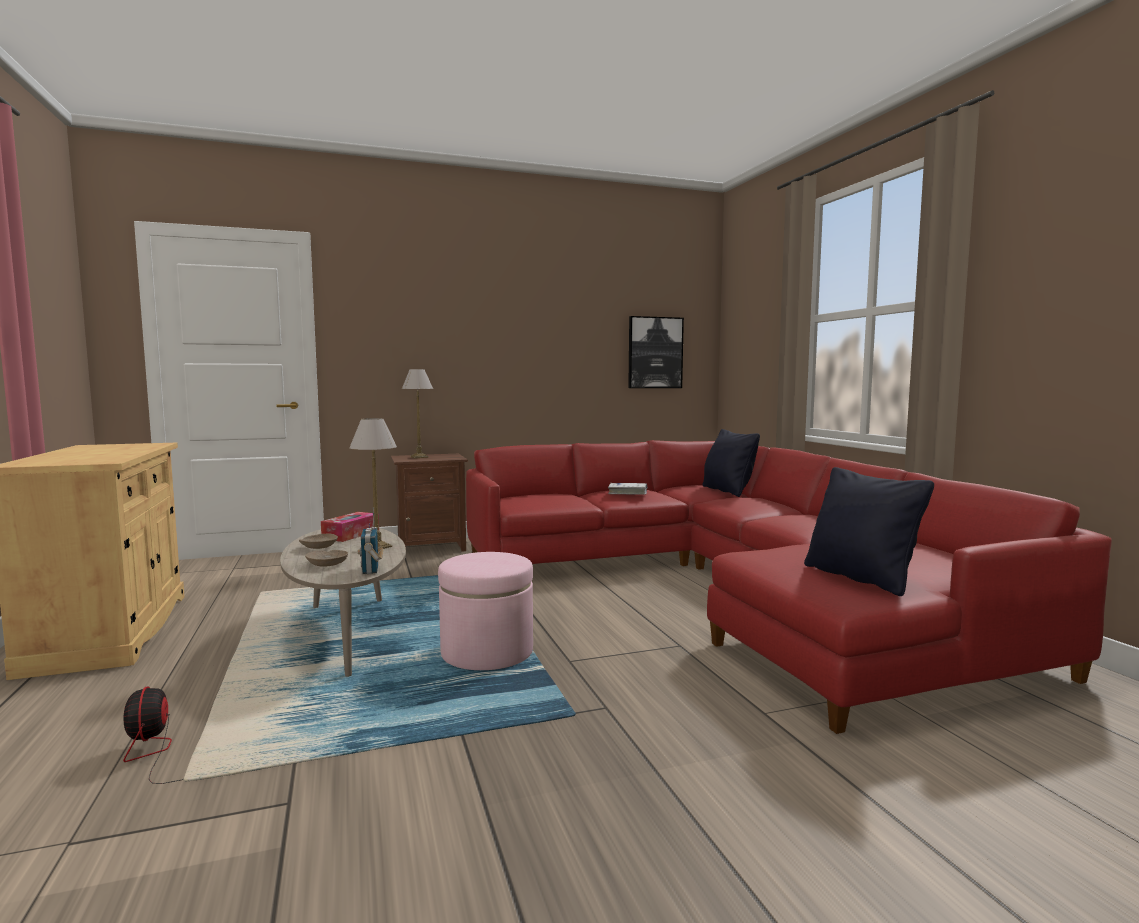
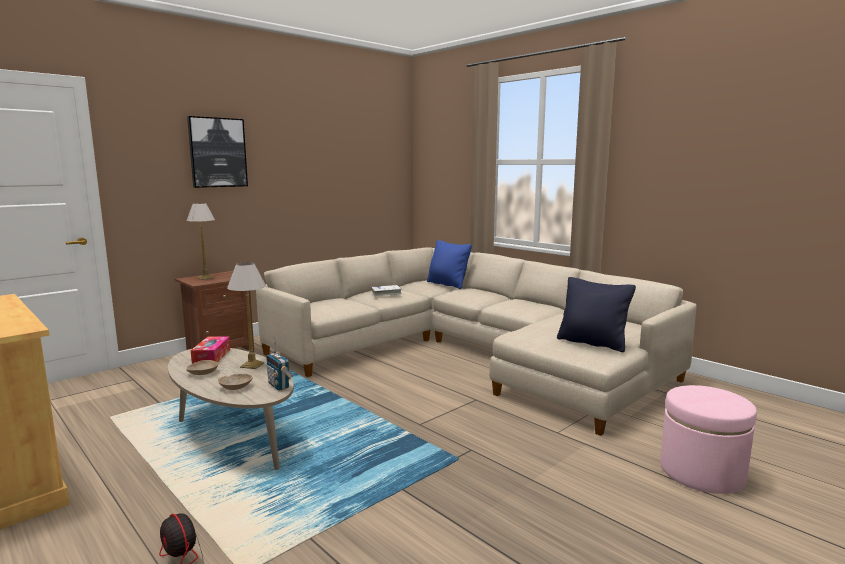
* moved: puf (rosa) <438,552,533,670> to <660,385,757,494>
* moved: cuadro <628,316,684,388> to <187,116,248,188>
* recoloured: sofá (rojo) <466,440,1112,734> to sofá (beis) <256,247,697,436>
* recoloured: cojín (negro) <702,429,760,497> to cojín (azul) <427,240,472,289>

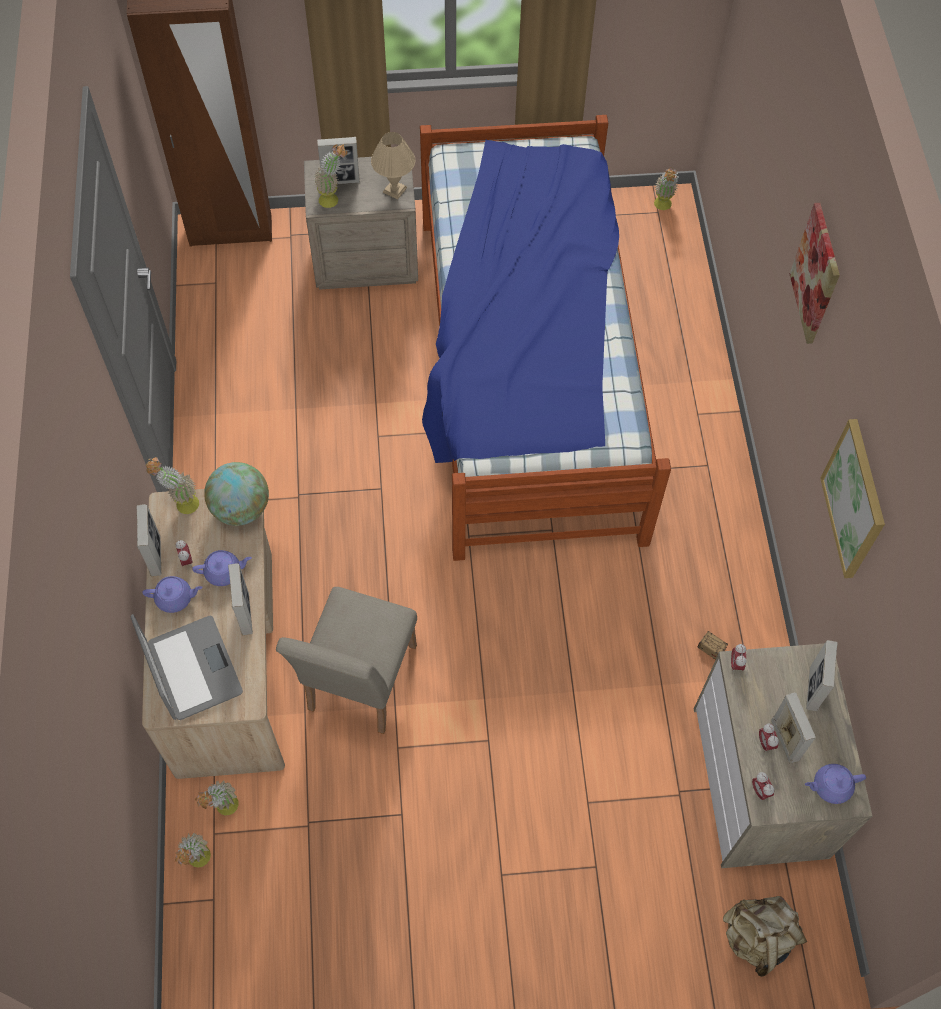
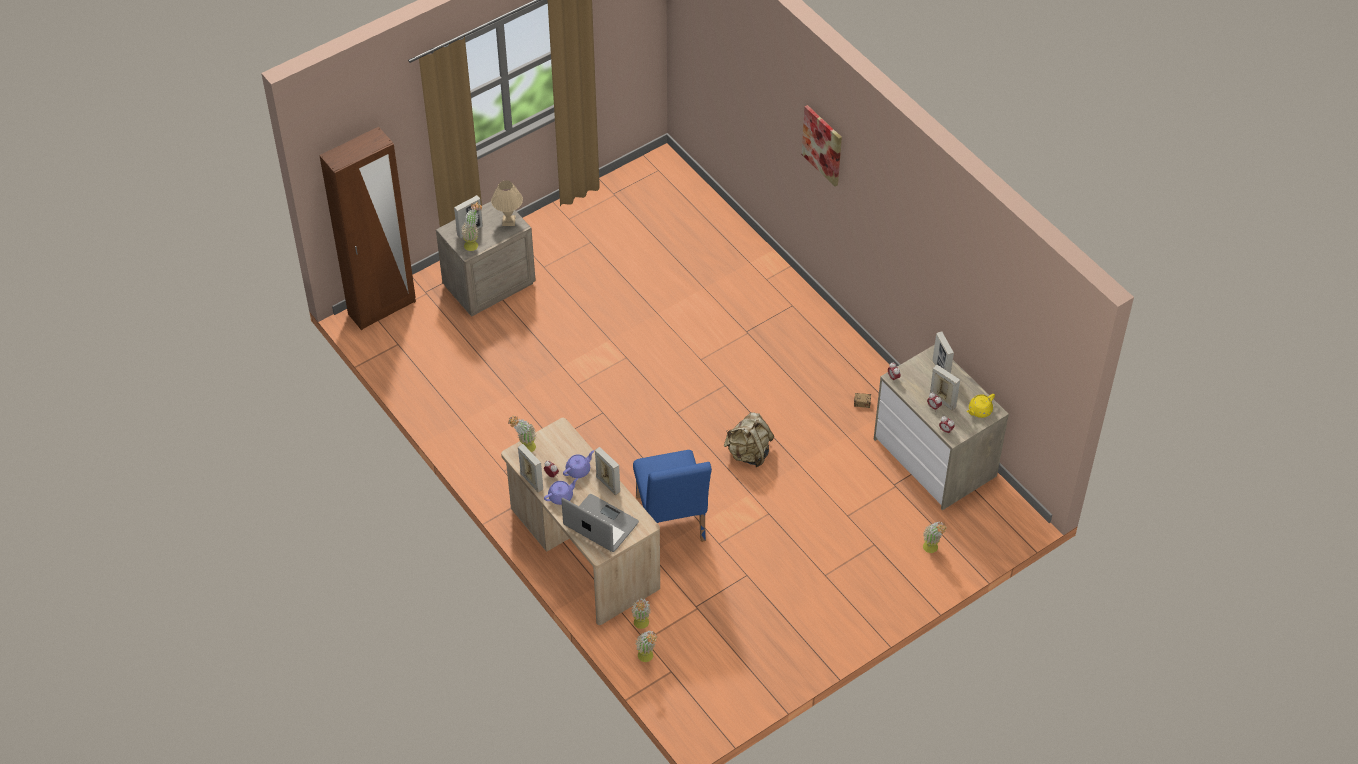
* removed: globo terráqueo <204,462,269,526>
* removed: cama <420,115,671,561>
* removed: cuadro <820,419,885,578>
* moved: planta en maceta <654,167,679,210> to <923,521,947,553>
* moved: mochila (beis) <723,896,807,977> to <724,412,774,467>
* recoloured: silla (beis) <276,587,417,734> to silla (azul) <633,450,712,542>
* recoloured: tetera (morado) <805,764,866,804> to tetera (amarillo) <967,394,995,418>

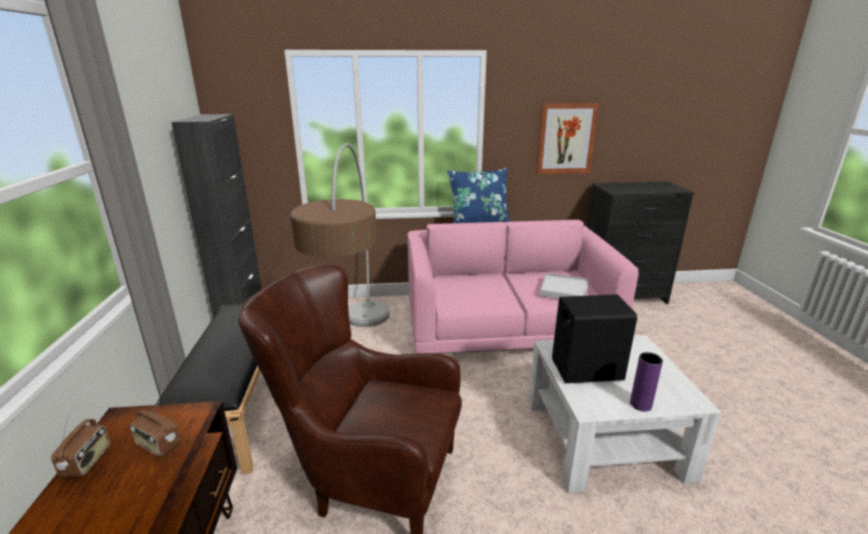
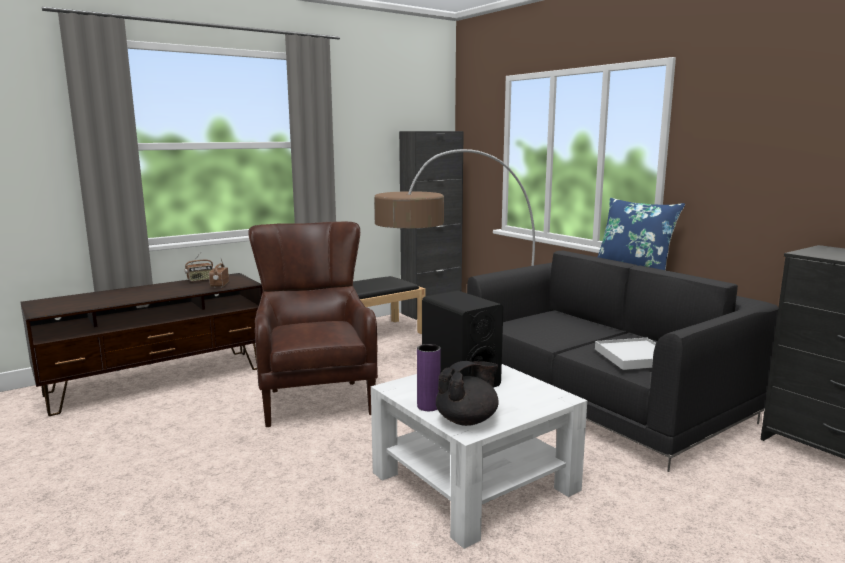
* removed: cuadro <536,103,599,174>
* added: tetera (negro) <436,361,499,426>
* recoloured: sofá (rosa) <408,220,639,354> to sofá (negro) <467,251,778,472>

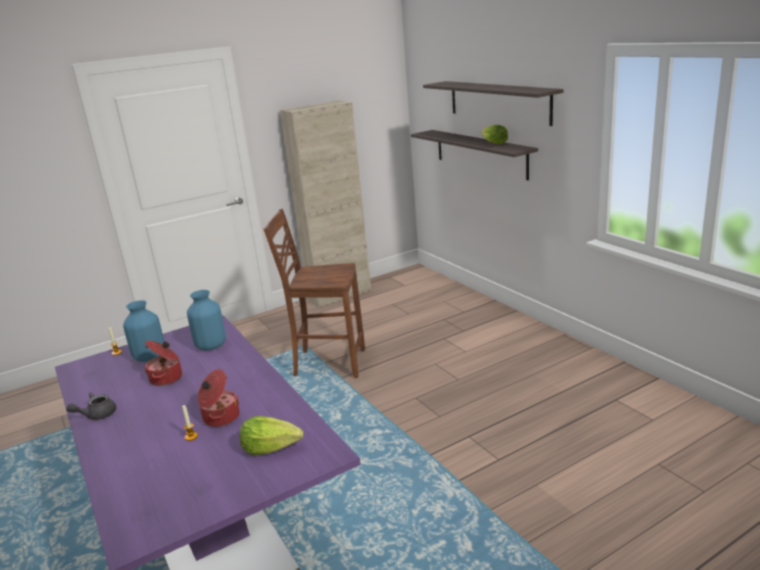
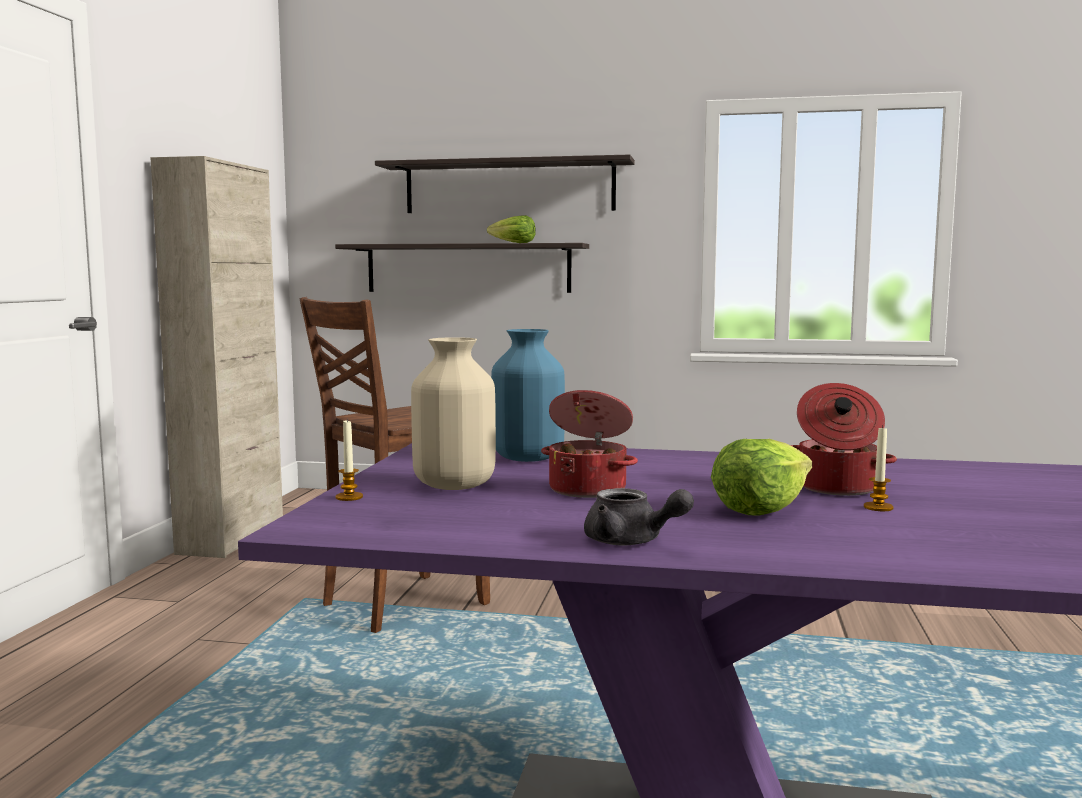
* moved: lechuga <240,416,303,455> to <711,439,812,516>
* recoloured: florero (azul) <123,300,164,362> to florero (beis) <411,337,496,490>
* turned: tetera (gris) <66,392,116,420> = <584,488,694,545> 60 degrees counterclockwise

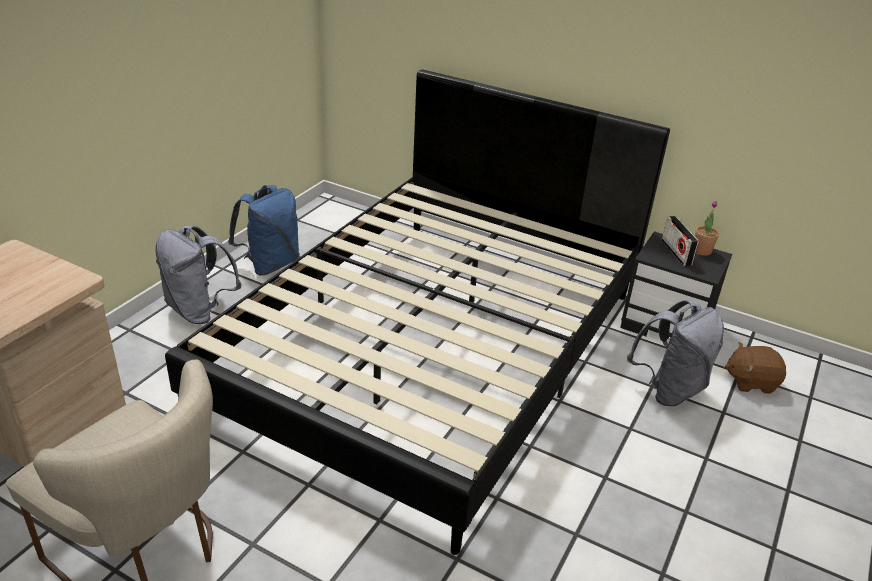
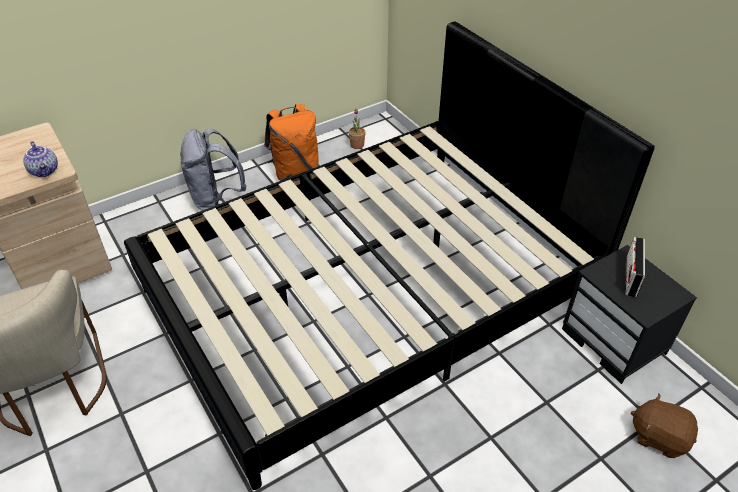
* removed: mochila (gris) <627,300,724,406>
* added: tetera <23,141,58,177>
* moved: planta en maceta <695,201,719,256> to <349,109,366,149>
* recoloured: mochila (azul) <228,185,300,276> to mochila (naranja) <264,104,319,181>

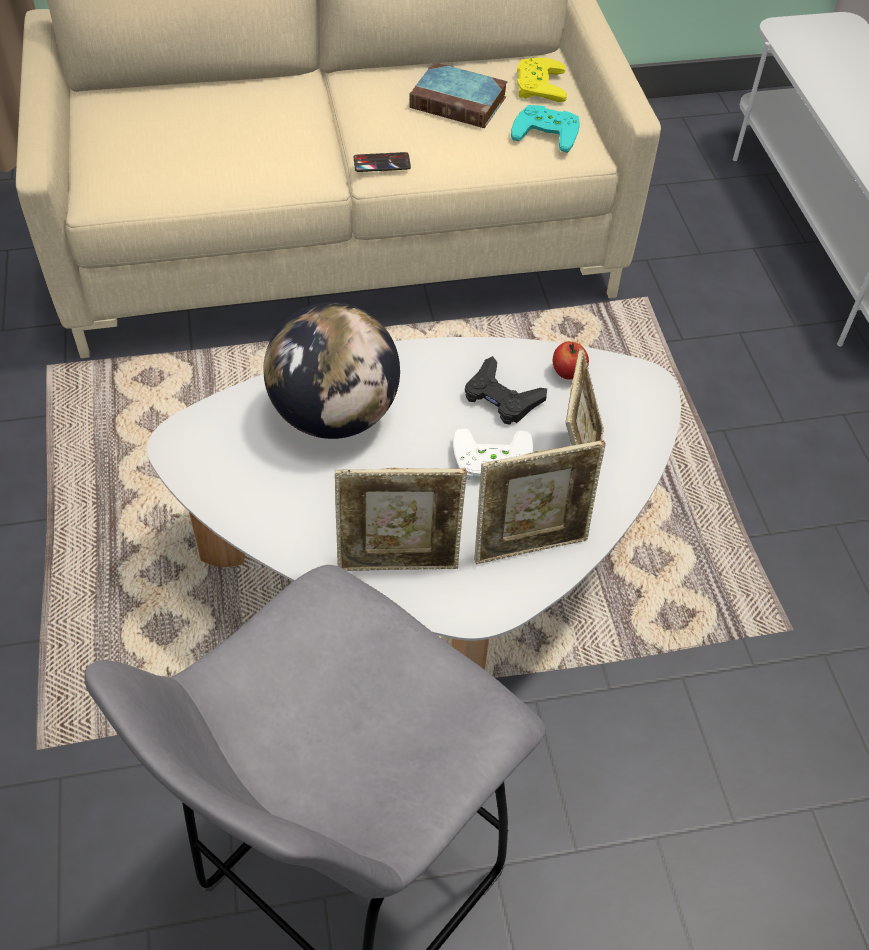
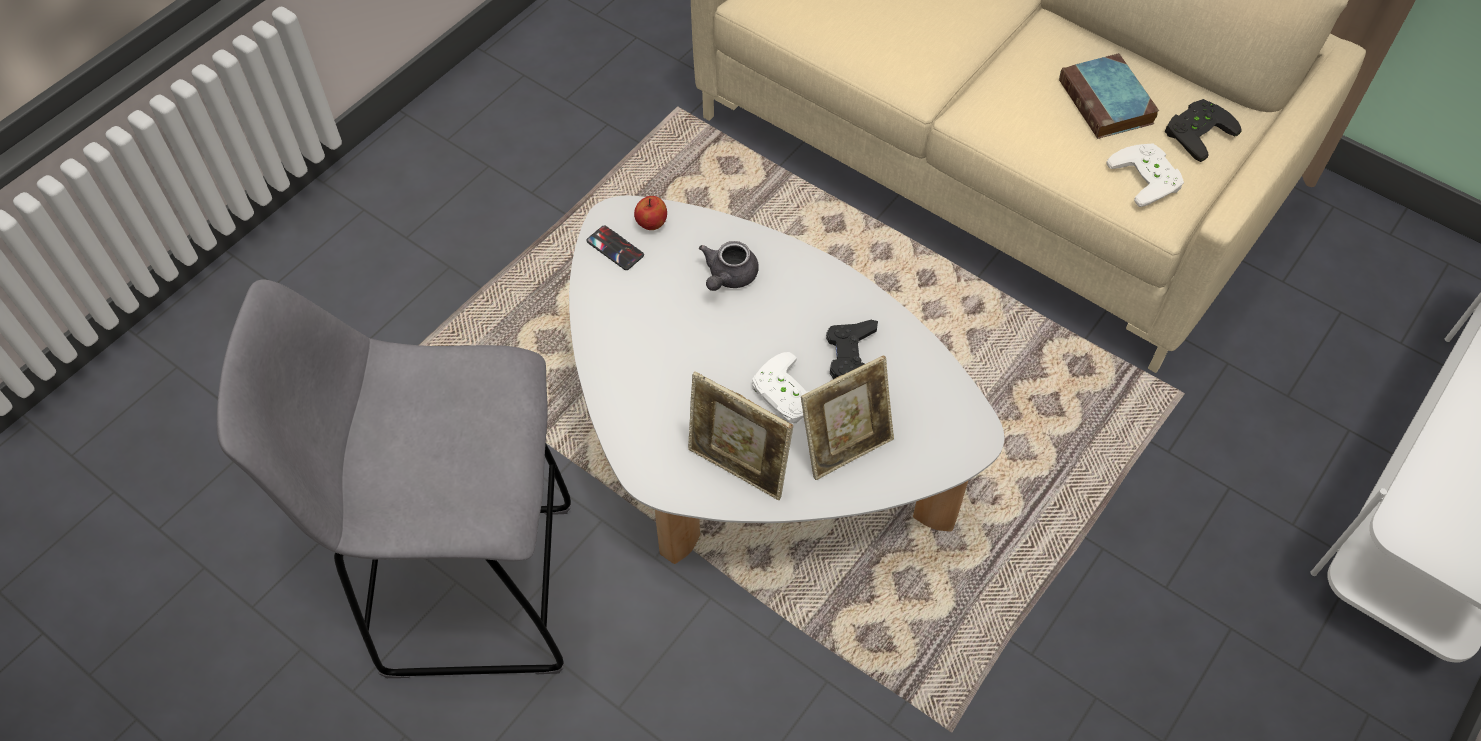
* removed: portarretratos <335,468,467,571>
* moved: móvil <354,152,411,172> to <586,225,644,270>
* moved: manzana <553,341,589,380> to <634,196,667,230>
* replaced: globo terráqueo <263,302,400,439> to tetera (gris) <699,241,759,291>
* recoloured: mando de consola (turquesa) <511,105,580,153> to mando de consola (blanco) <1106,143,1184,207>
* recoloured: mando de consola (amarillo) <517,58,567,102> to mando de consola (negro) <1165,99,1241,162>

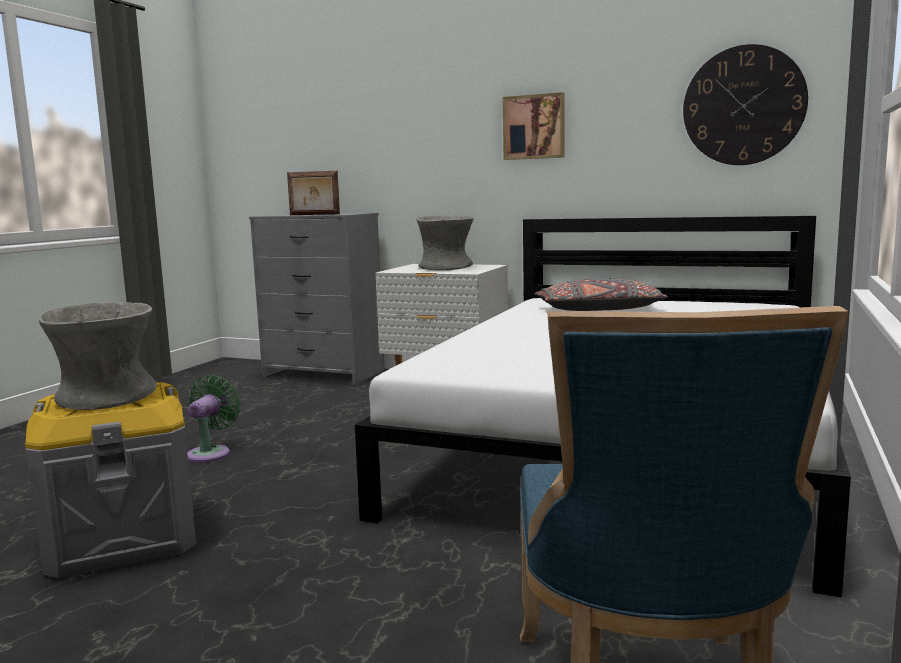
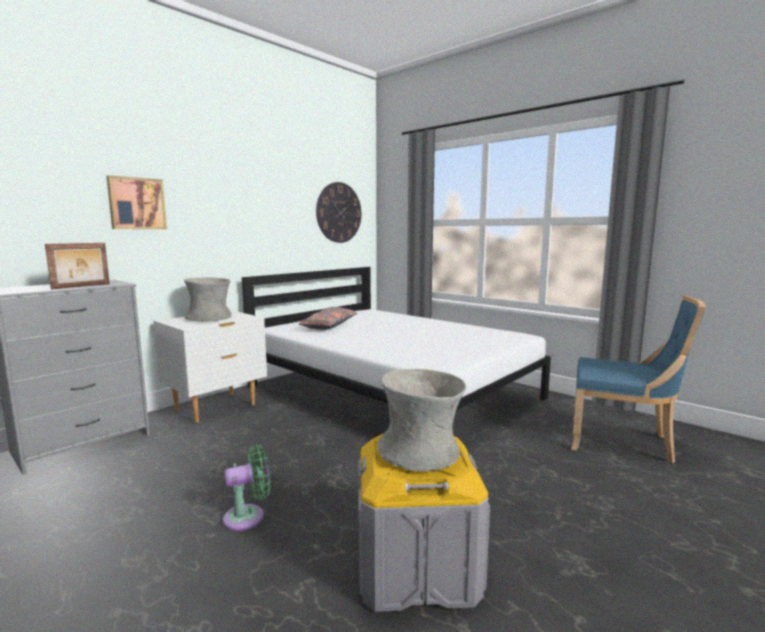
* moved: cuadro <503,92,565,160> to <107,175,167,229>
* turned: ventilador (verde) <187,375,240,463> = <223,445,271,531> 120 degrees clockwise

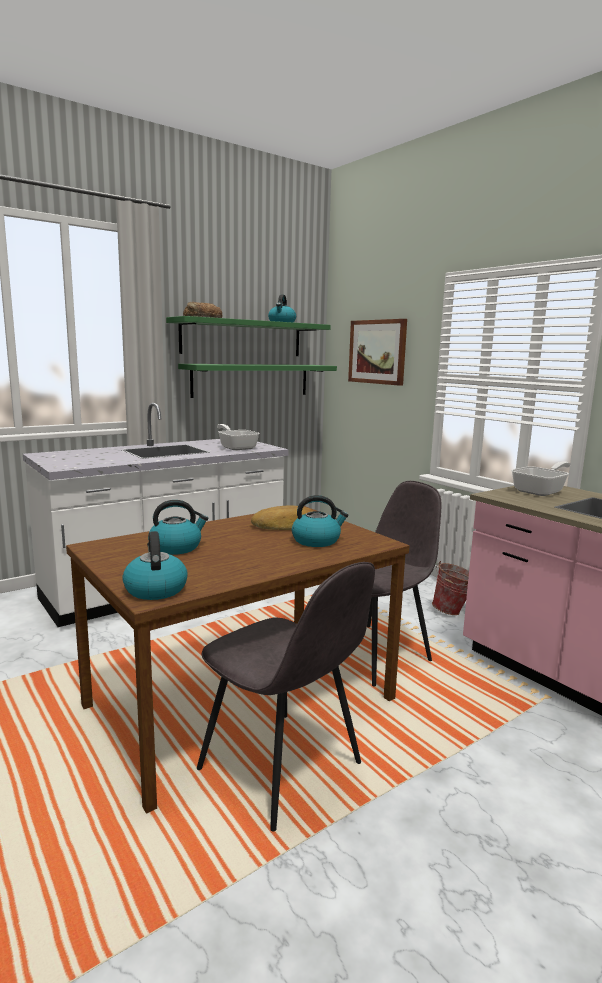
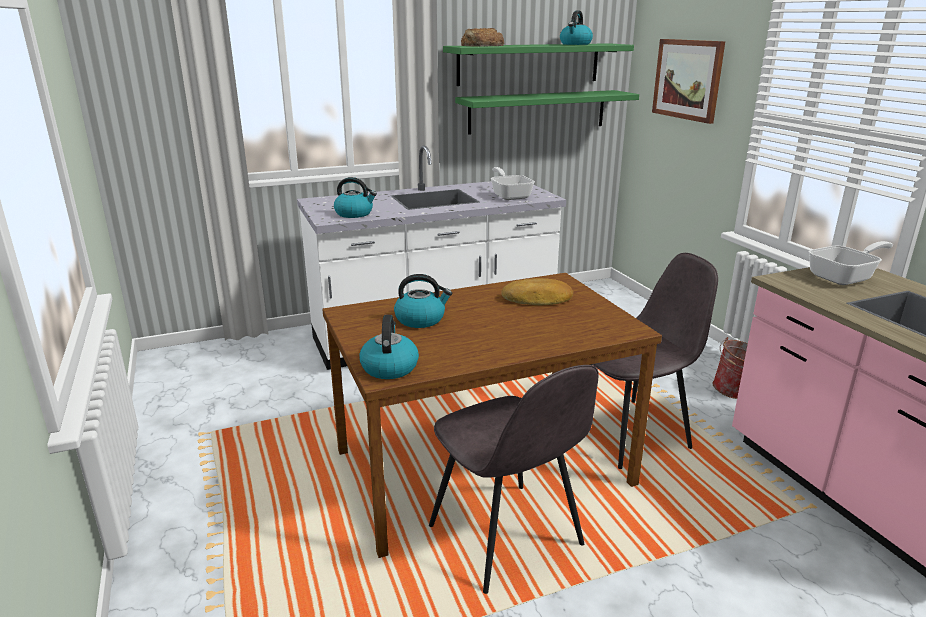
* moved: hervidor <292,495,349,547> to <334,177,377,218>

